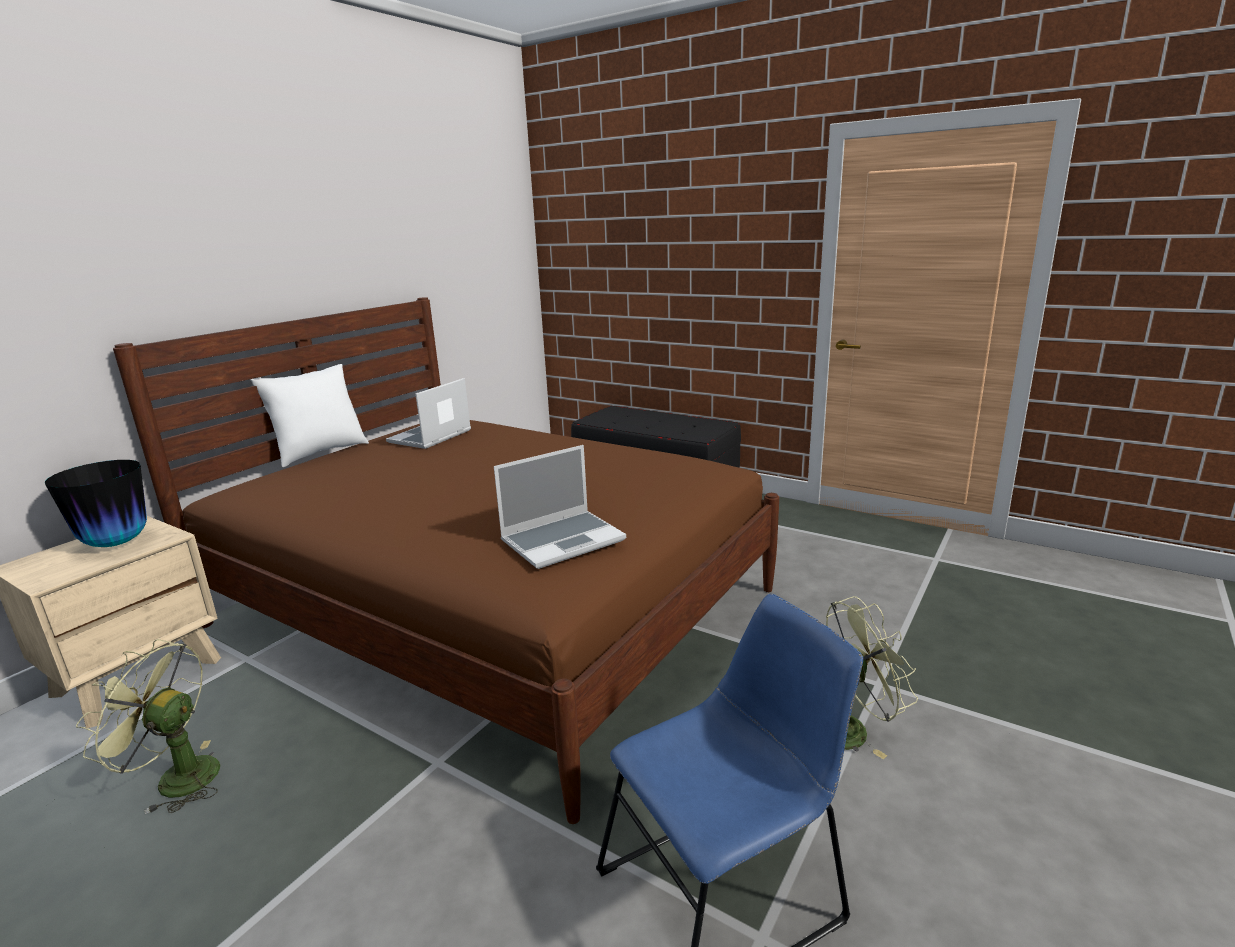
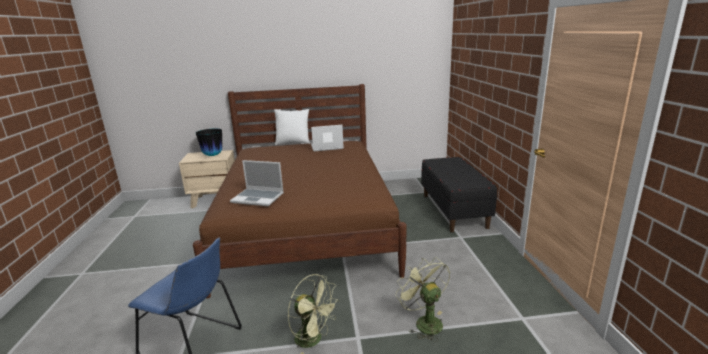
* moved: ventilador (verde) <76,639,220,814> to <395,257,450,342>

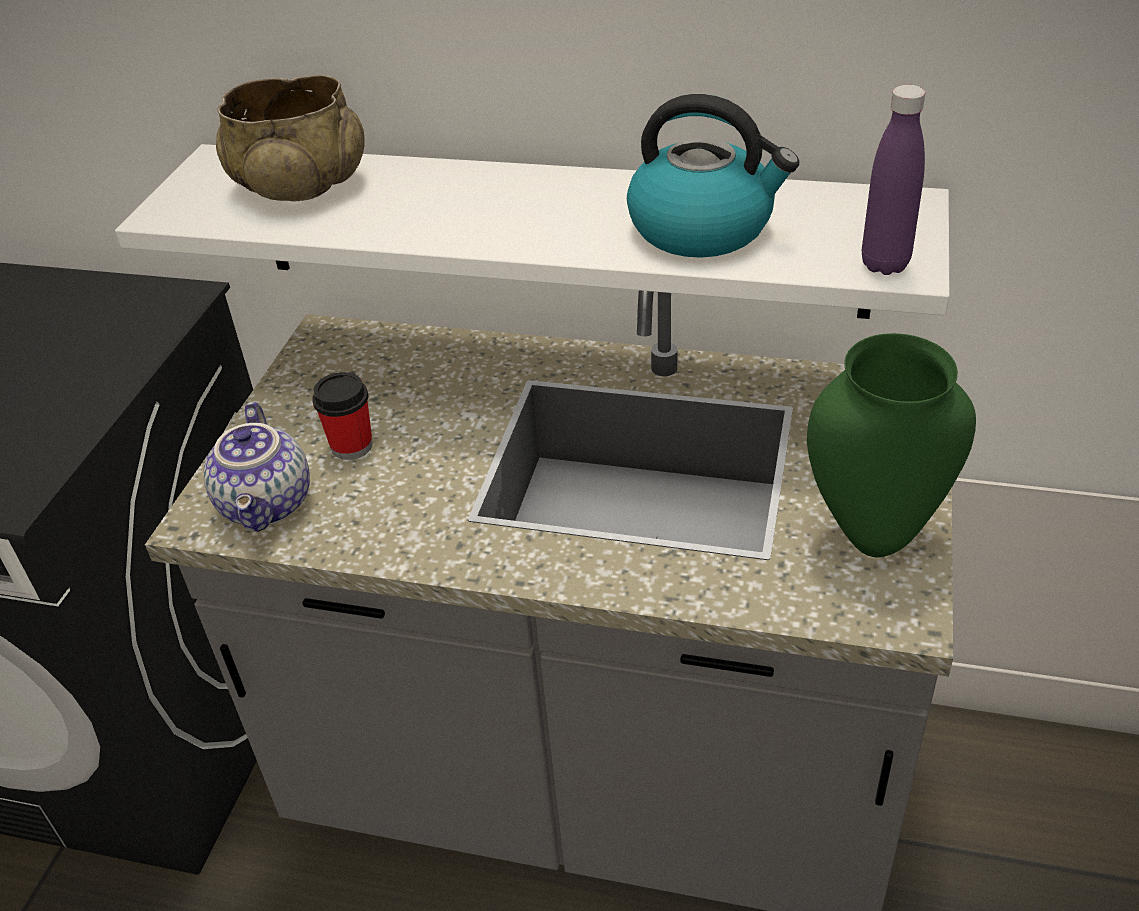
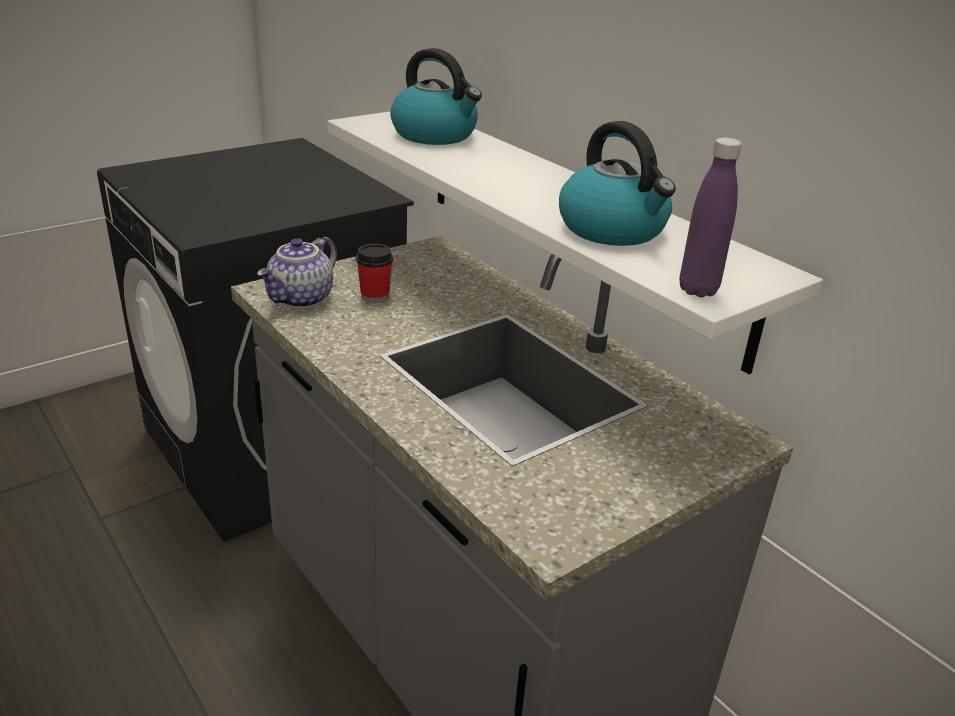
* removed: florero (verde) <807,333,976,557>
* replaced: cuenco (beis) <216,75,364,201> to hervidor <390,48,482,145>

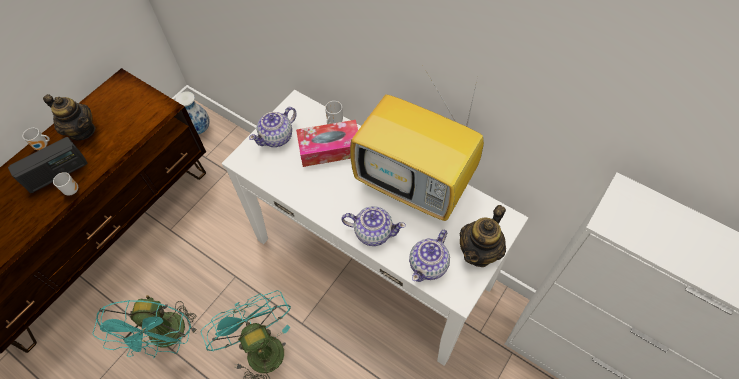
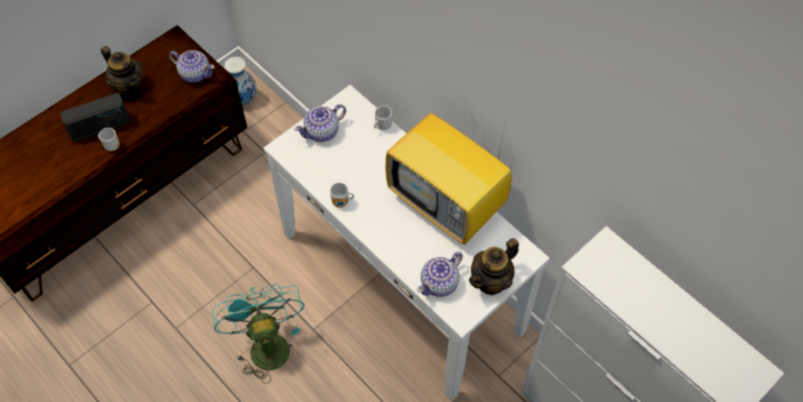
* removed: ventilador (turquesa) <93,295,198,358>
* removed: caja de pañuelos <296,120,358,167>
* moved: taza grande <23,128,50,150> to <330,182,354,208>
* moved: tetera <341,206,406,246> to <169,50,215,83>

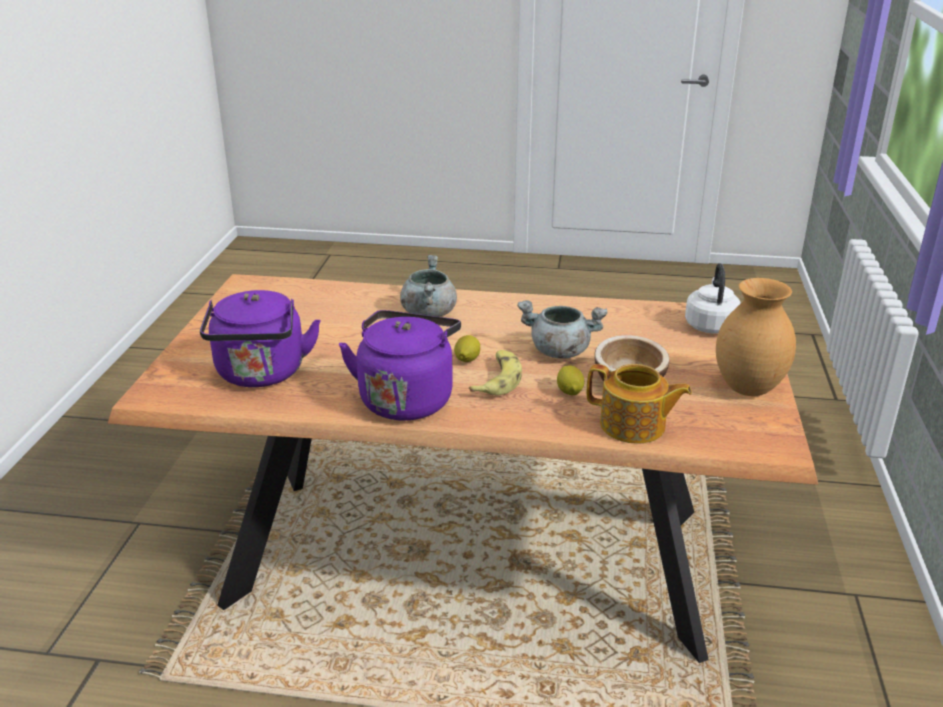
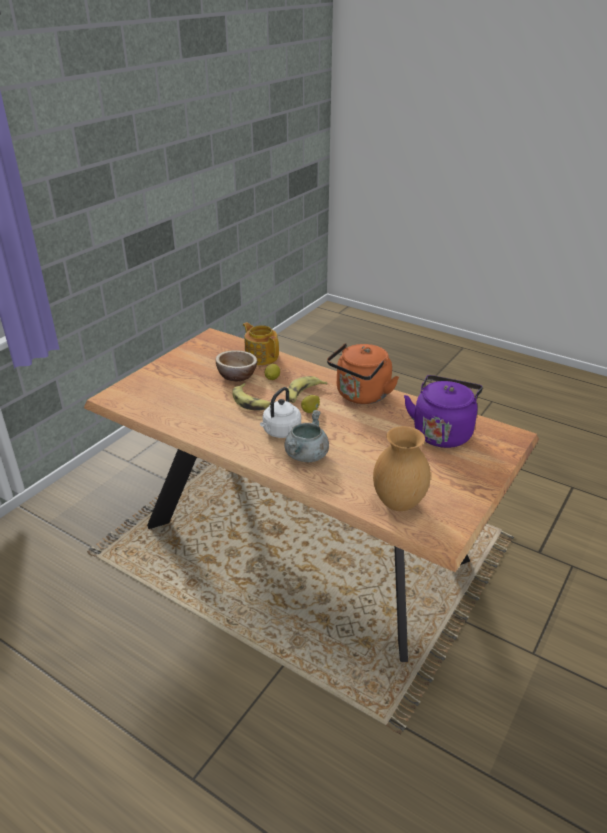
* moved: hervidor (blanco) <685,263,741,334> to <260,387,301,438>
* moved: florero (marrón) <716,278,796,396> to <373,426,431,511>
* replaced: olla (gris) <517,300,607,359> to plátano <232,383,271,410>
* recoloured: hervidor (morado) <339,310,461,421> to hervidor (naranja) <327,343,399,404>

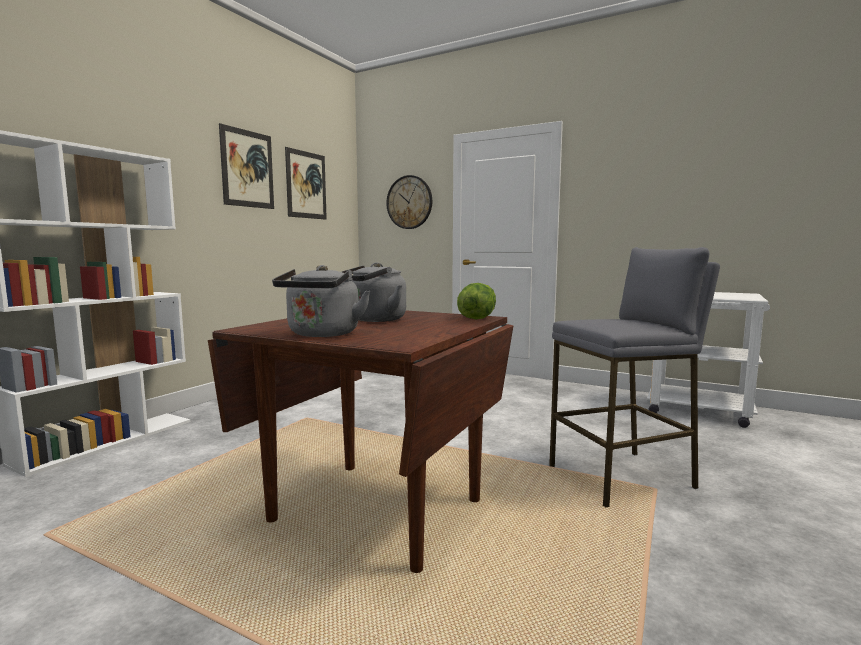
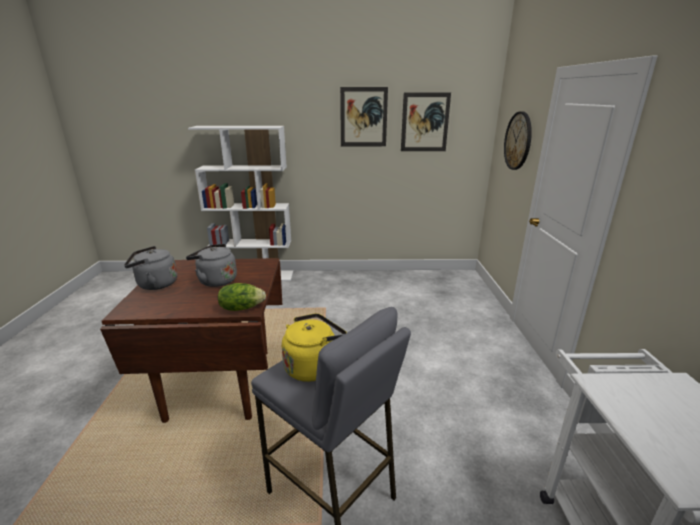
* added: hervidor (amarillo) <282,313,347,382>

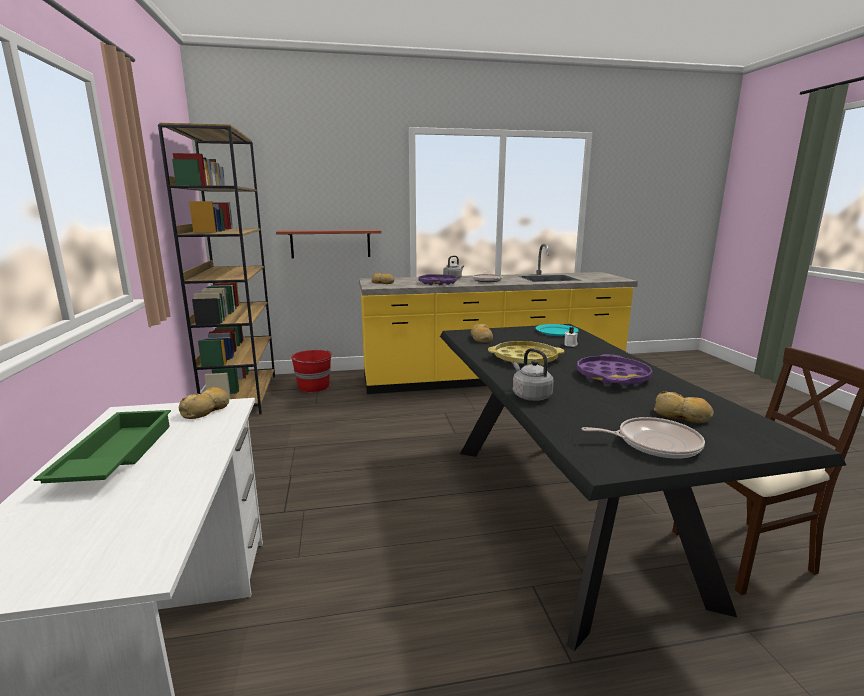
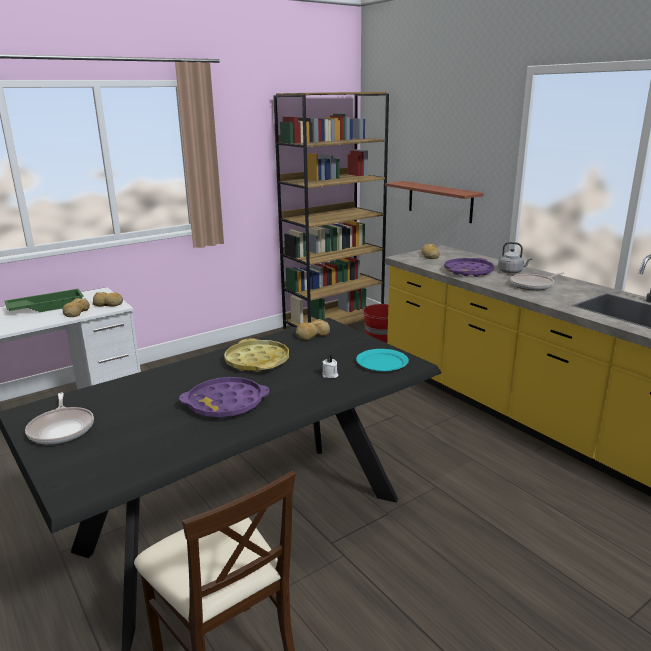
* removed: hervidor (gris) <513,348,554,401>
* moved: pan <654,391,714,423> to <63,298,90,317>

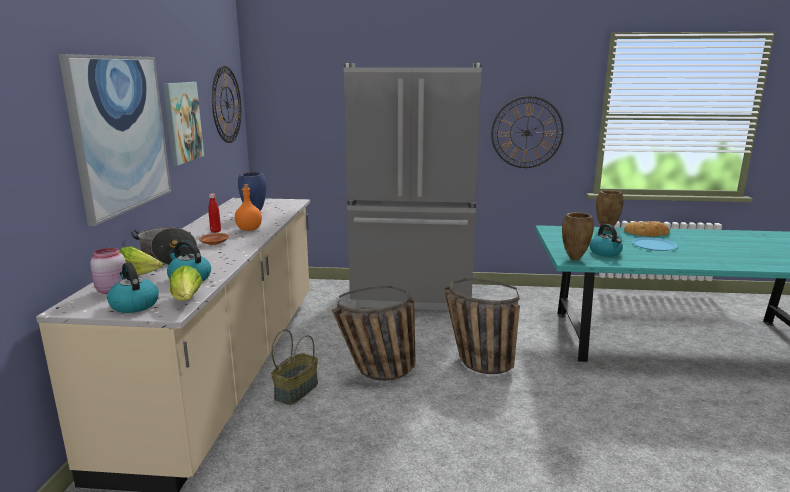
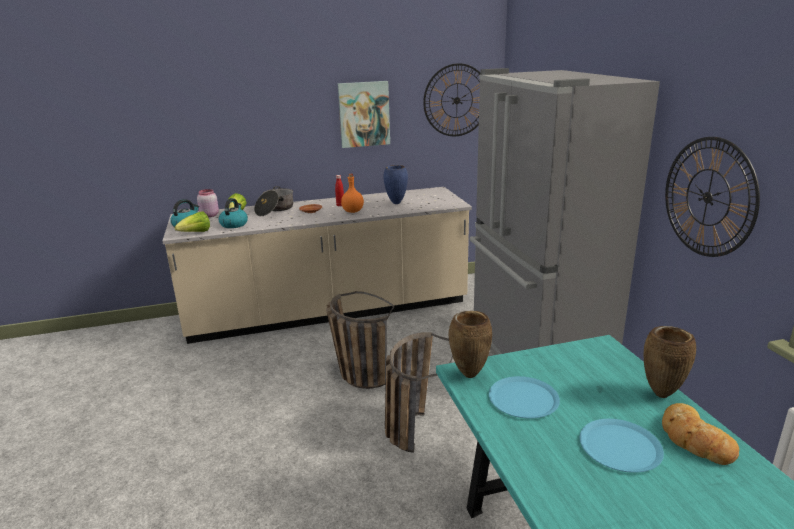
* removed: cuadro <59,54,171,226>
* removed: cesta <271,329,318,405>
* replaced: hervidor <590,224,623,257> to plato (azul) <489,376,560,419>

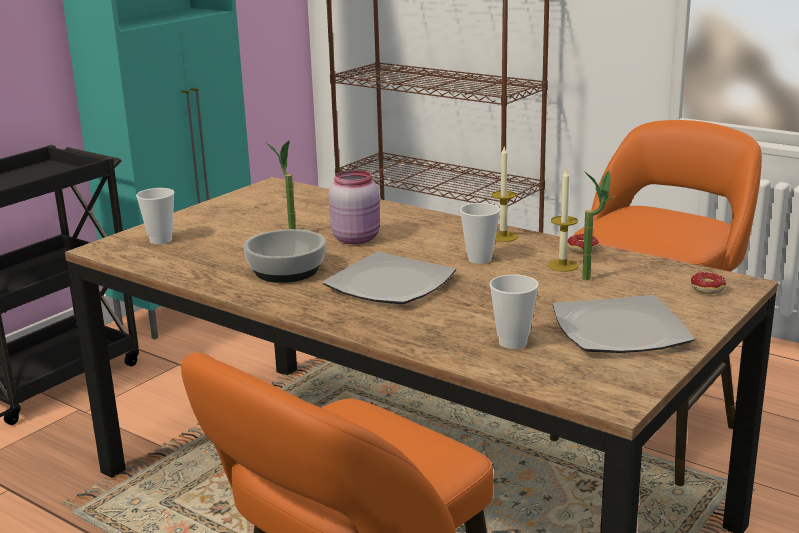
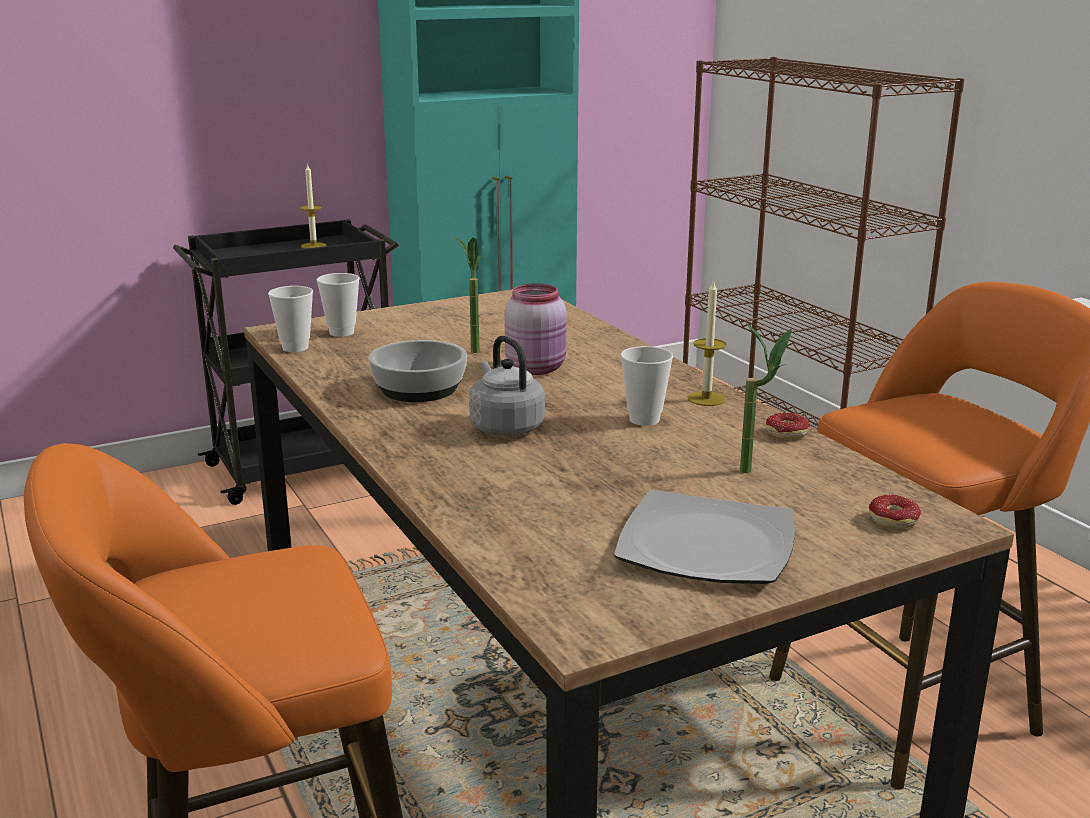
* moved: taza <489,274,539,349> to <268,286,313,352>
* moved: vela <547,169,579,272> to <300,163,327,249>
* replaced: plato <322,252,456,304> to hervidor (gris) <469,336,545,436>

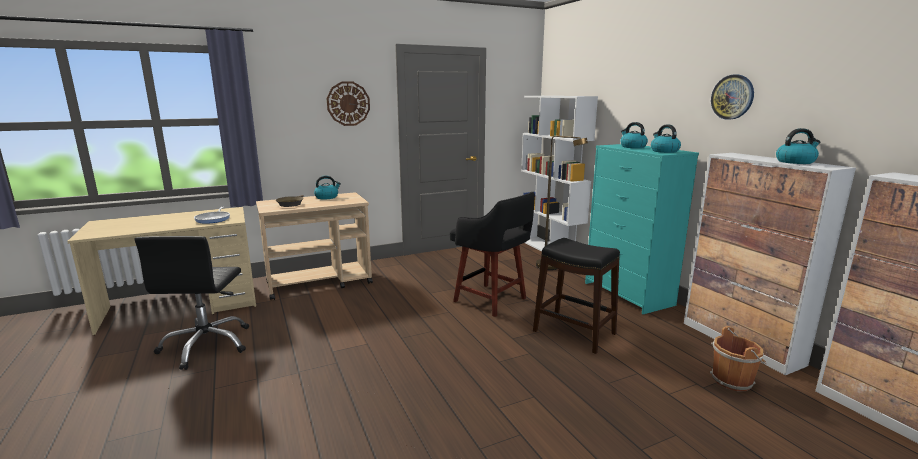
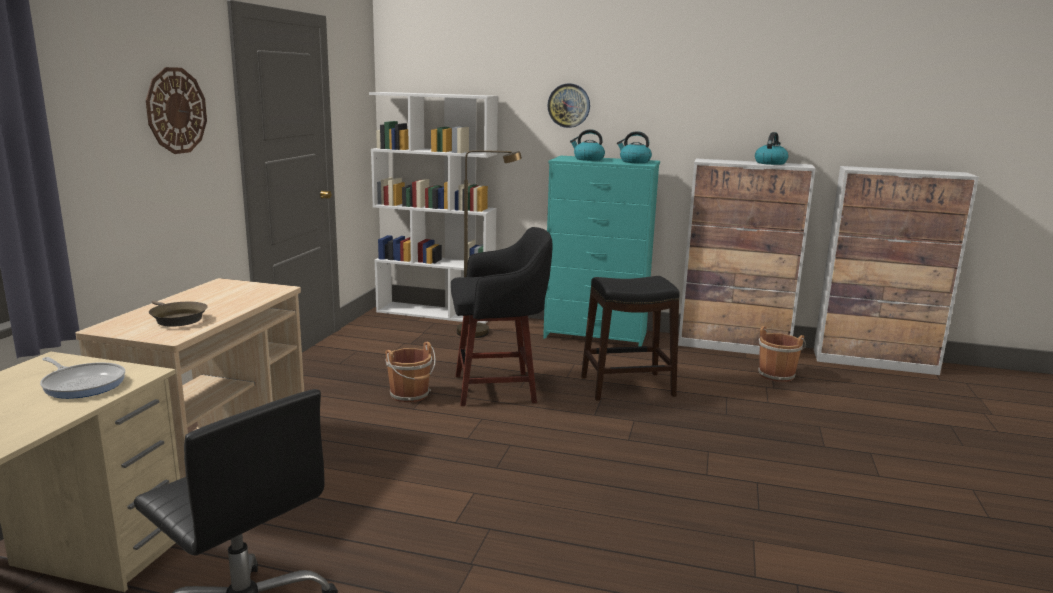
* removed: hervidor <314,176,341,200>
* added: cubo (marrón) <385,342,436,403>
* moved: reloj de pared <711,75,754,120> to <547,84,590,128>

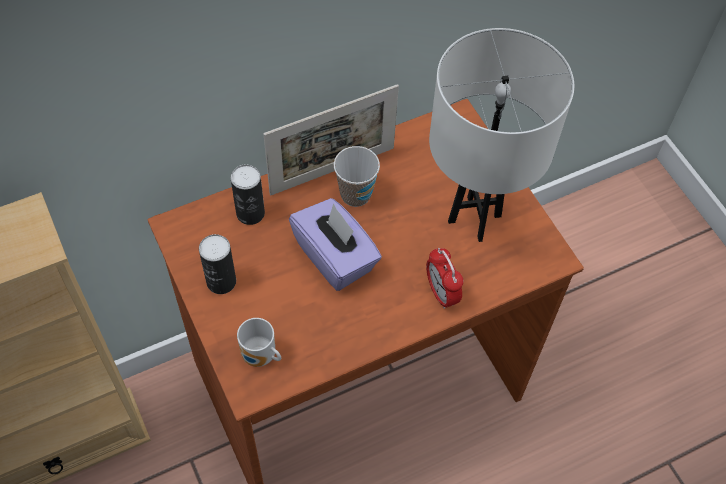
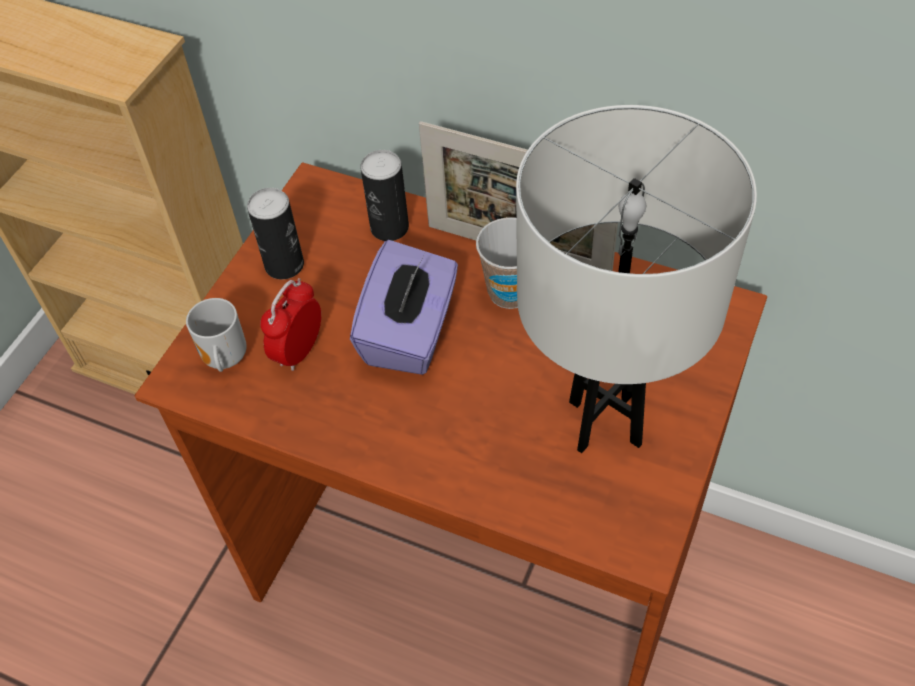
* moved: despertador <426,248,463,309> to <260,278,321,371>

